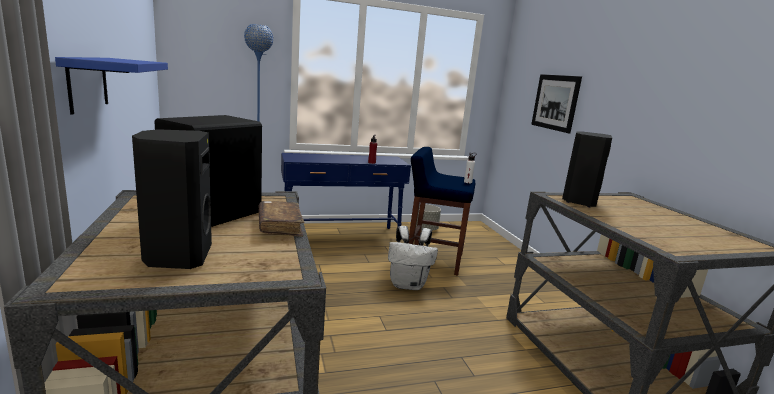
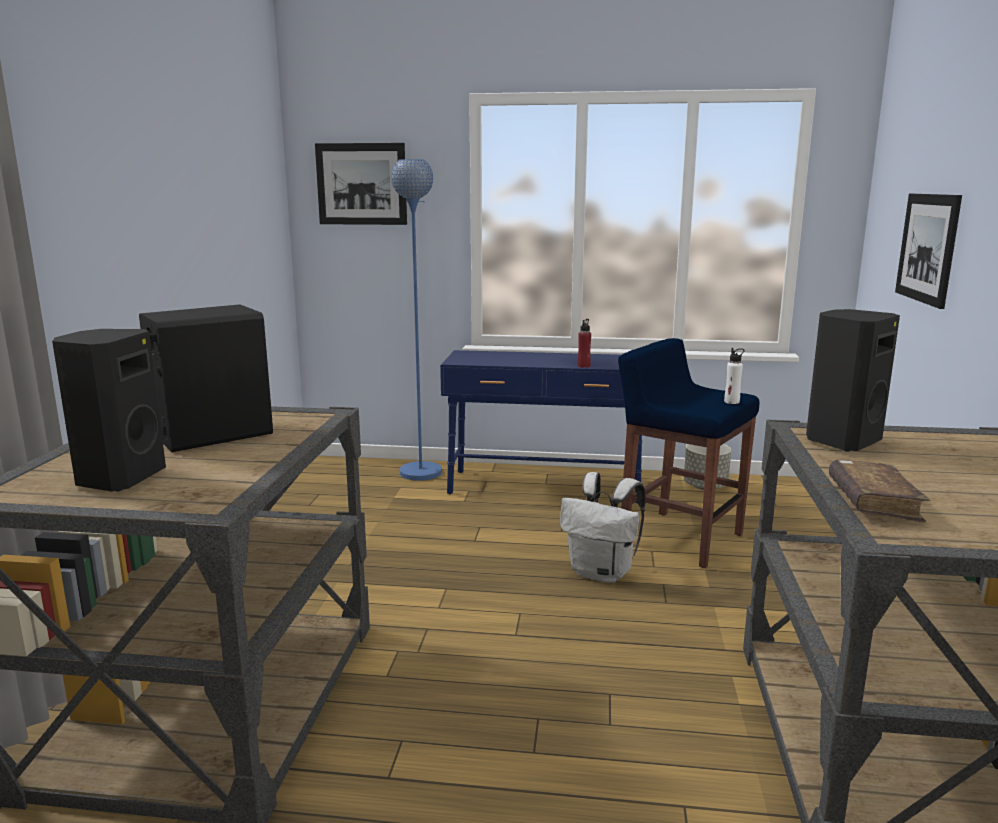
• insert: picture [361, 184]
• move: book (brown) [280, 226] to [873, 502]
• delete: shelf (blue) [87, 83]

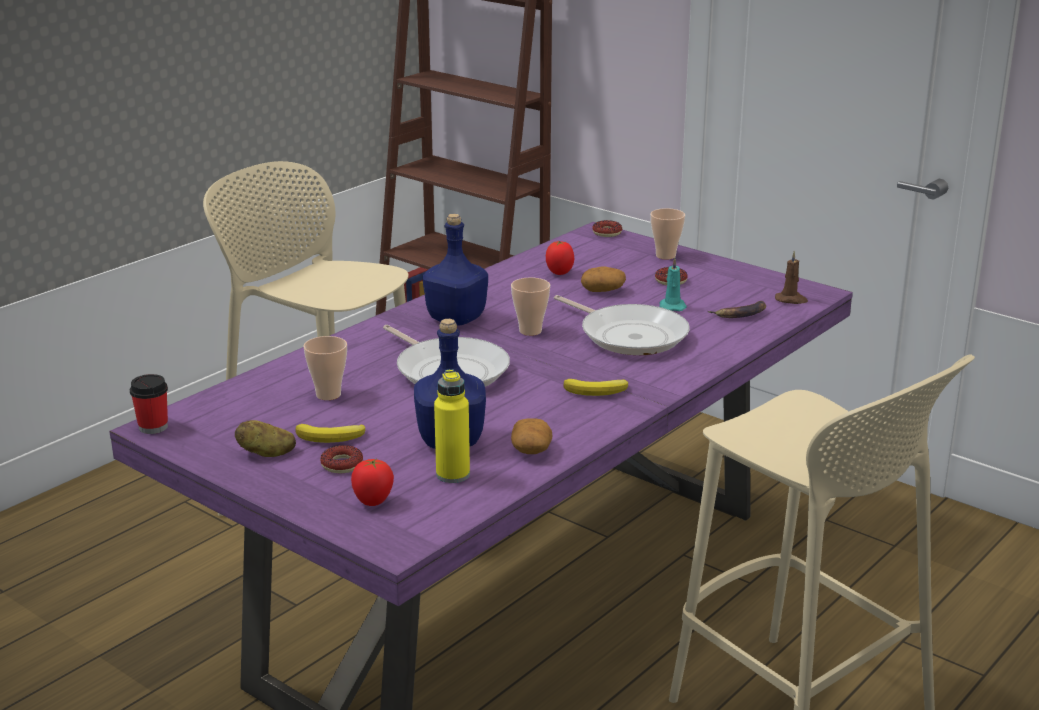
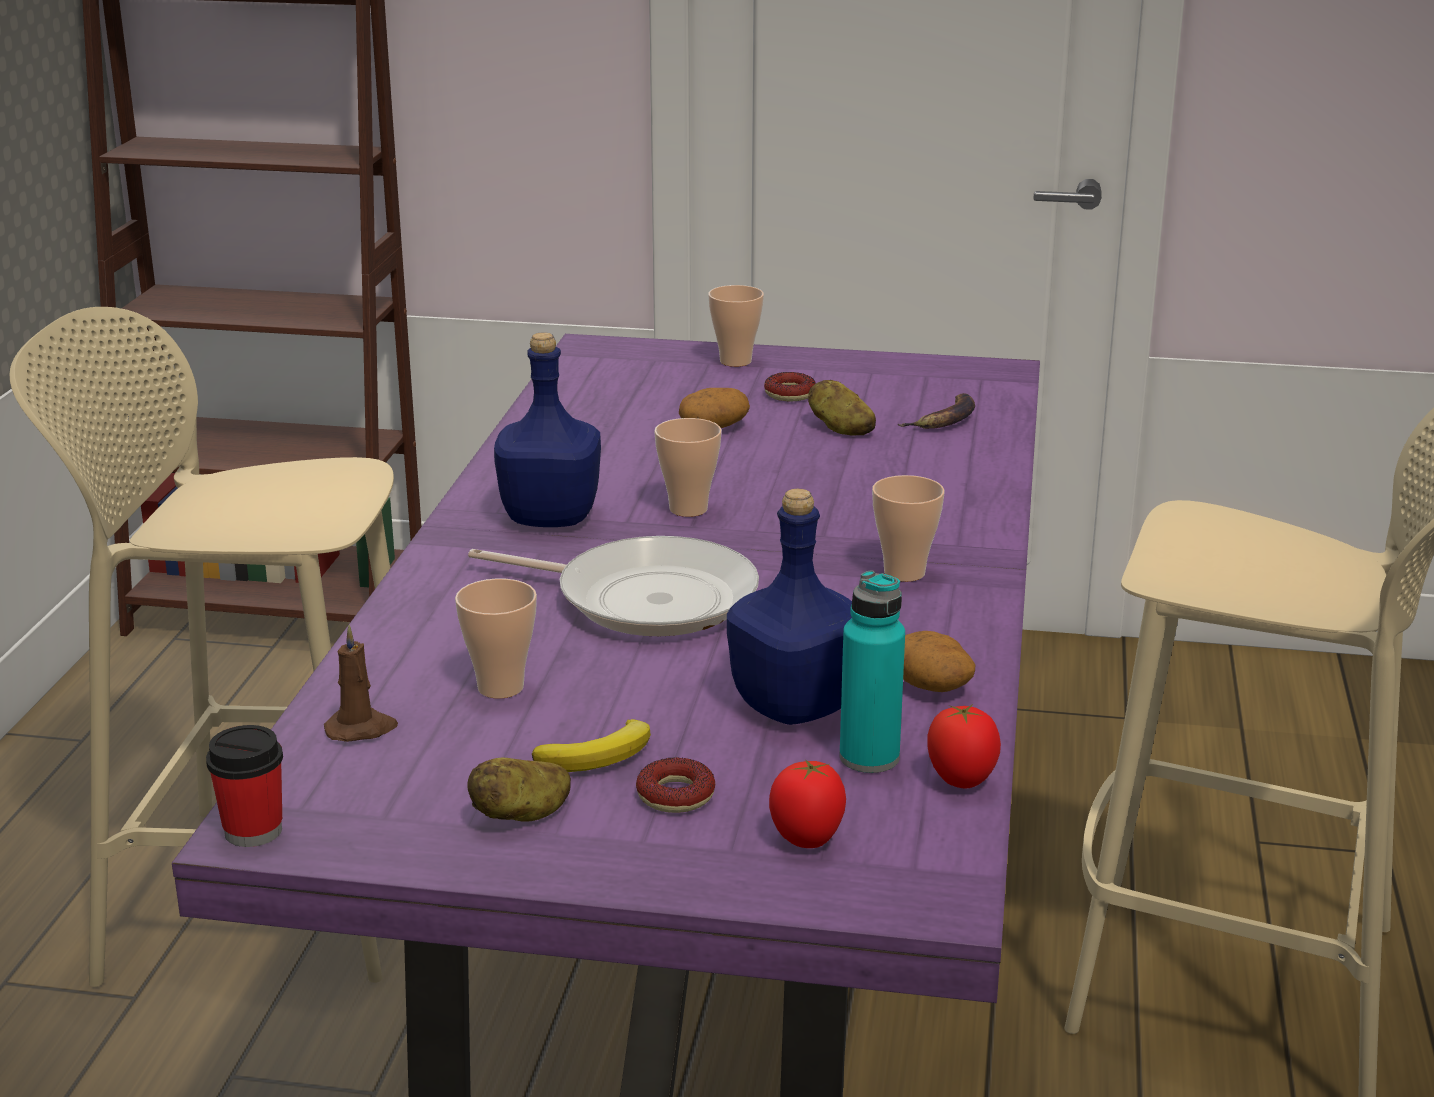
• move: candle (brown) [791, 300] to [361, 729]
• replace: candle (turquoise) [672, 306] to potato [840, 429]
• recolor: bottle (yellow) [453, 475] to bottle (turquoise) [869, 757]
• replace: banana [597, 391] to cup [904, 573]
• move: tomato [559, 273] to [961, 782]
• delete: frying pan [629, 335]
• delete: donut [607, 233]

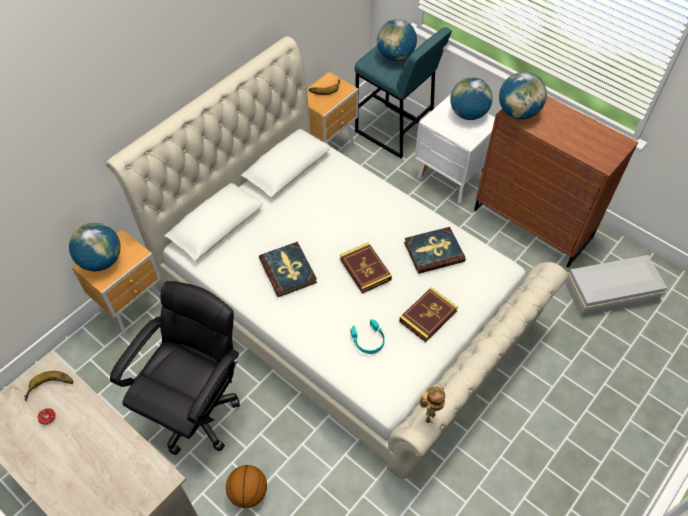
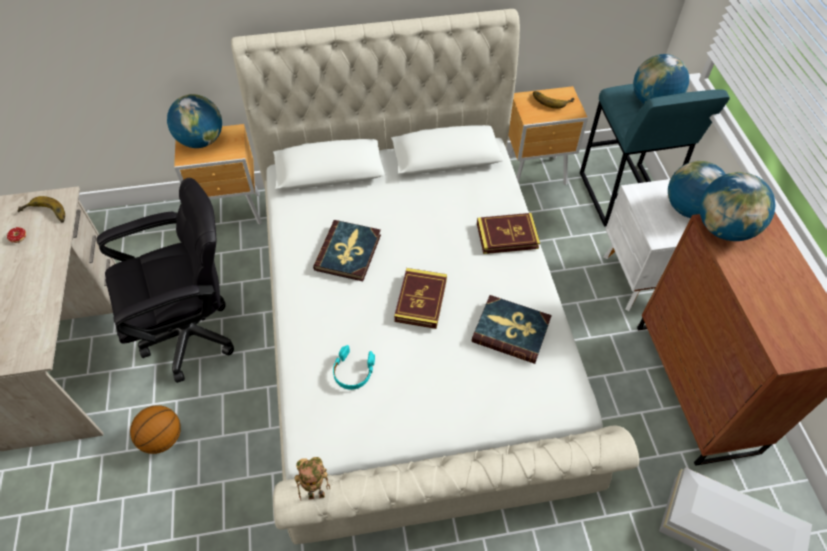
• move: book [428, 316] to [507, 236]

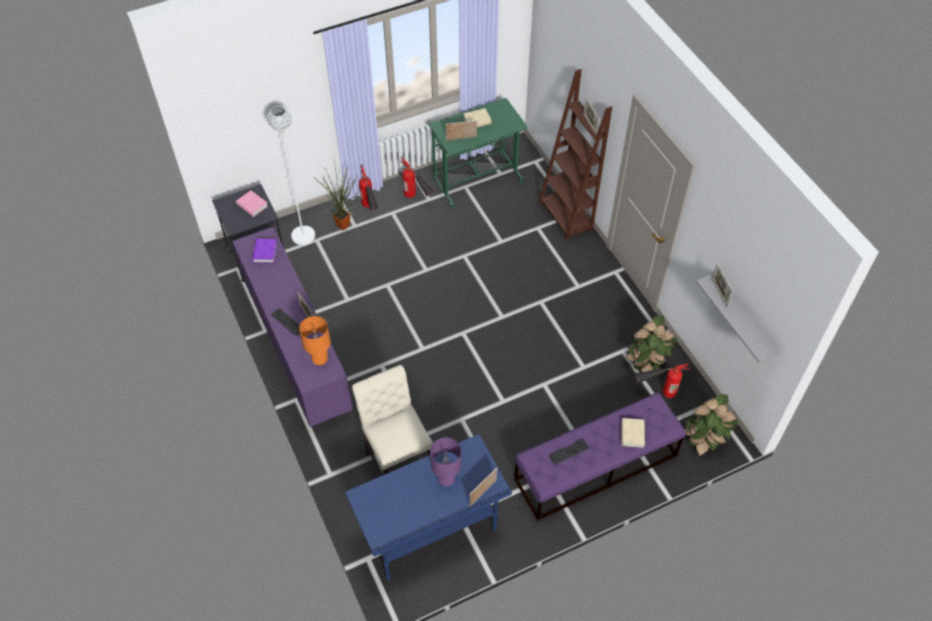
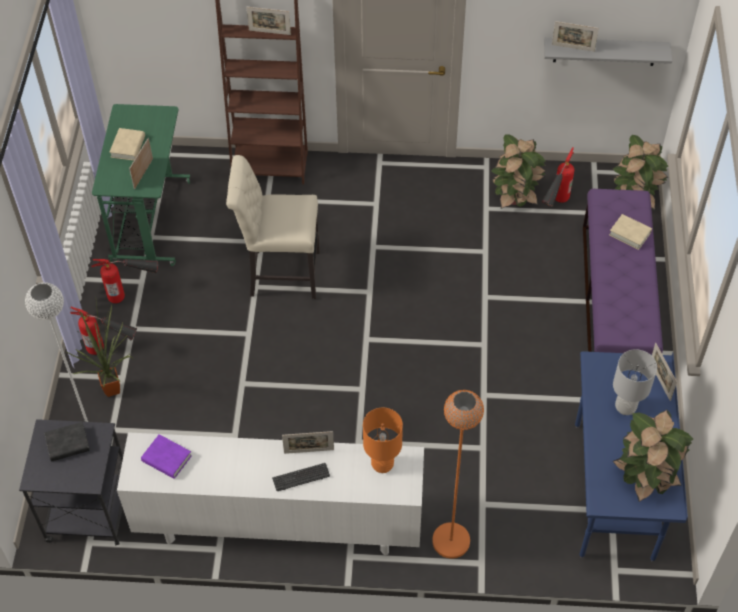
• recolor: book (pink) [252, 205] to book (black) [68, 444]
• recolor: cabinet (purple) [297, 353] to cabinet (white) [279, 526]
• move: stool (beige) [398, 462] to [280, 273]
• insert: floor lamp (orange) [450, 541]
• insert: potted plant [646, 477]
• recolor: table lamp (purple) [446, 479] to table lamp (grey) [625, 408]
• delete: keyboard [568, 452]

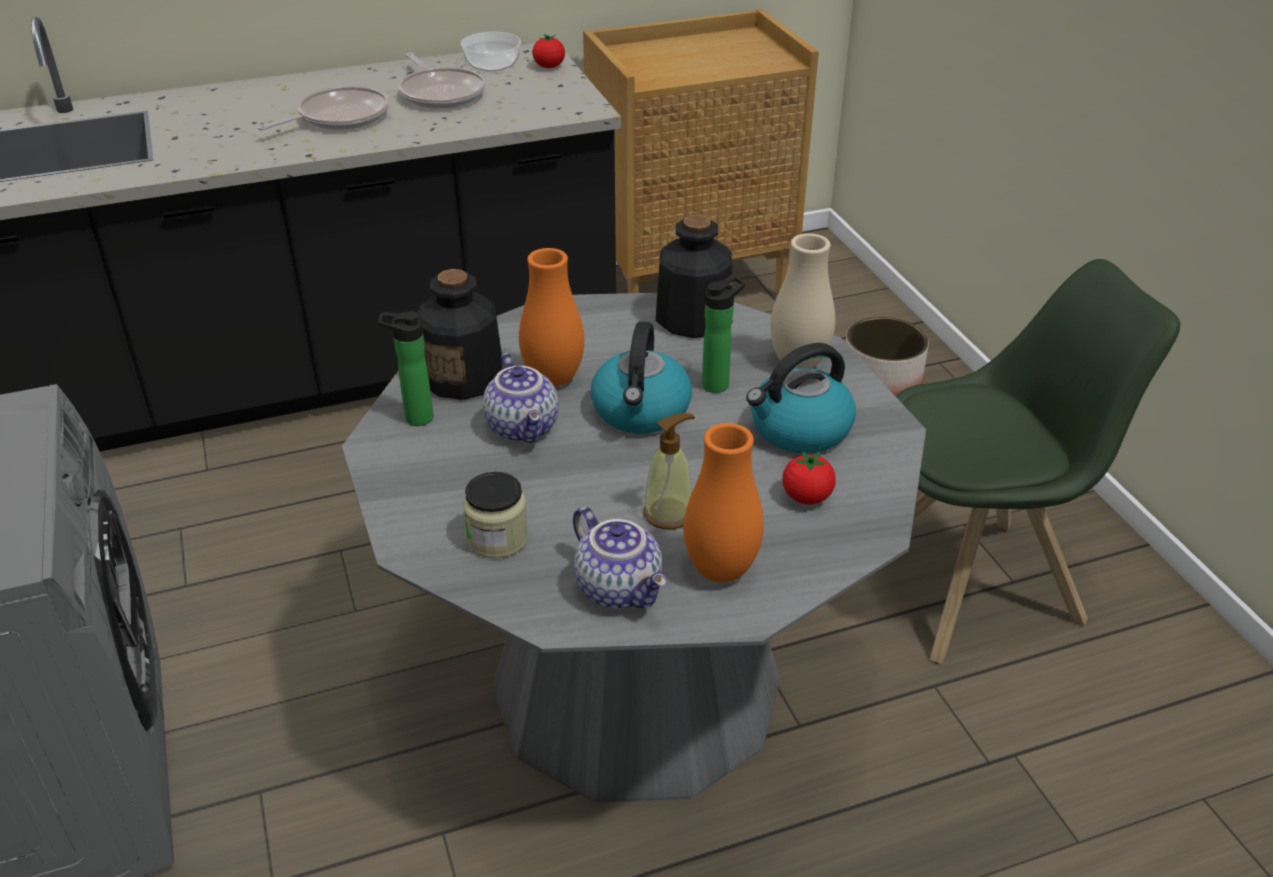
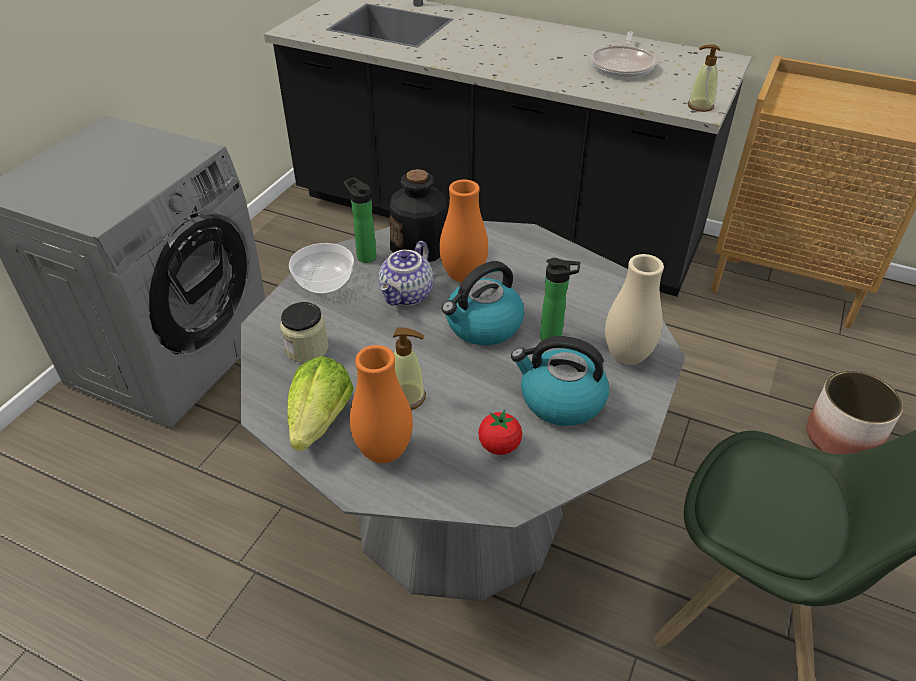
• replace: teapot [621, 588] to lettuce [321, 421]
• move: bowl [491, 65] to [323, 281]
• insert: soap dispenser [700, 106]
• delete: frying pan [339, 118]
• delete: tomato [549, 67]
• delete: bottle [692, 317]

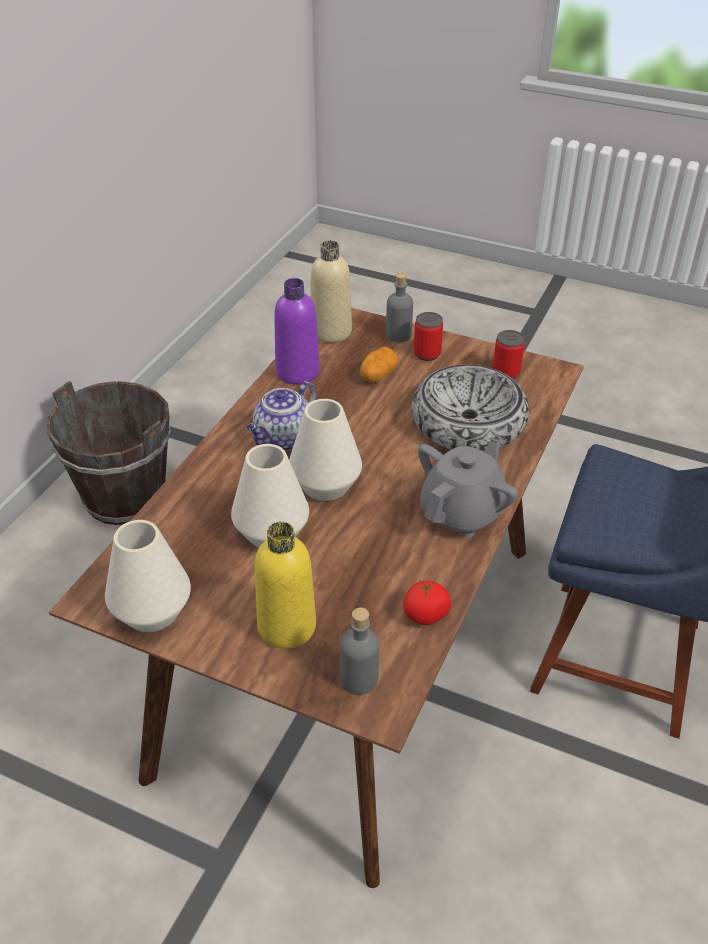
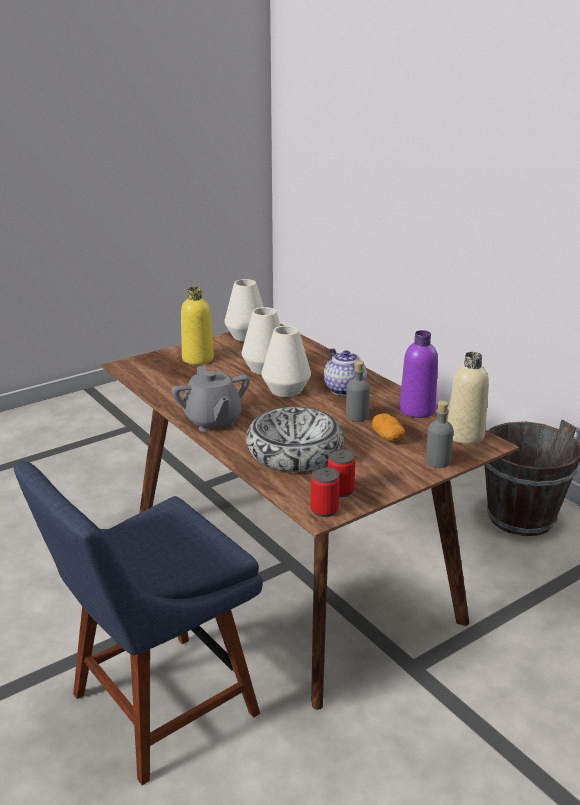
• move: can [427, 354] to [324, 510]
• move: bottle (grey) [359, 679] to [356, 416]
• delete: tomato [426, 615]

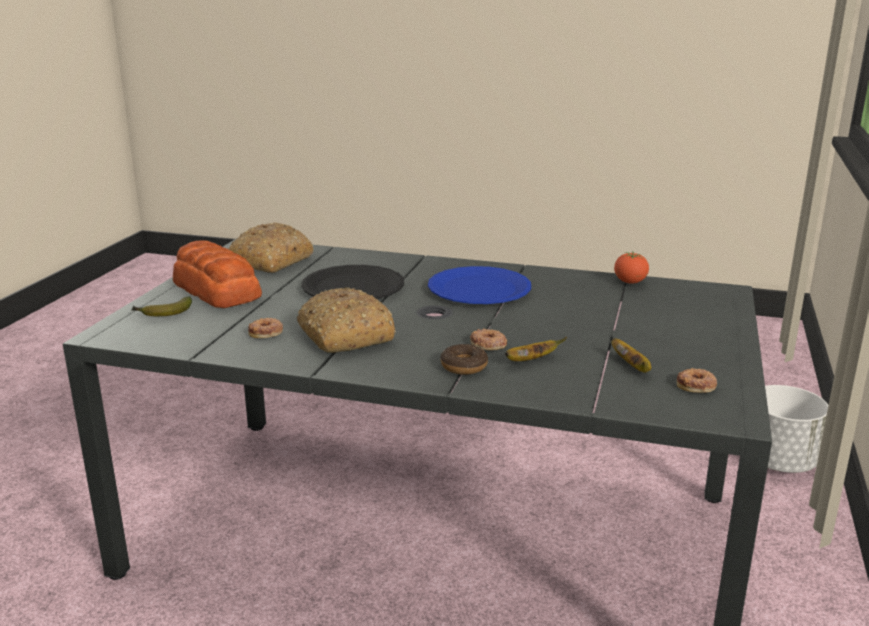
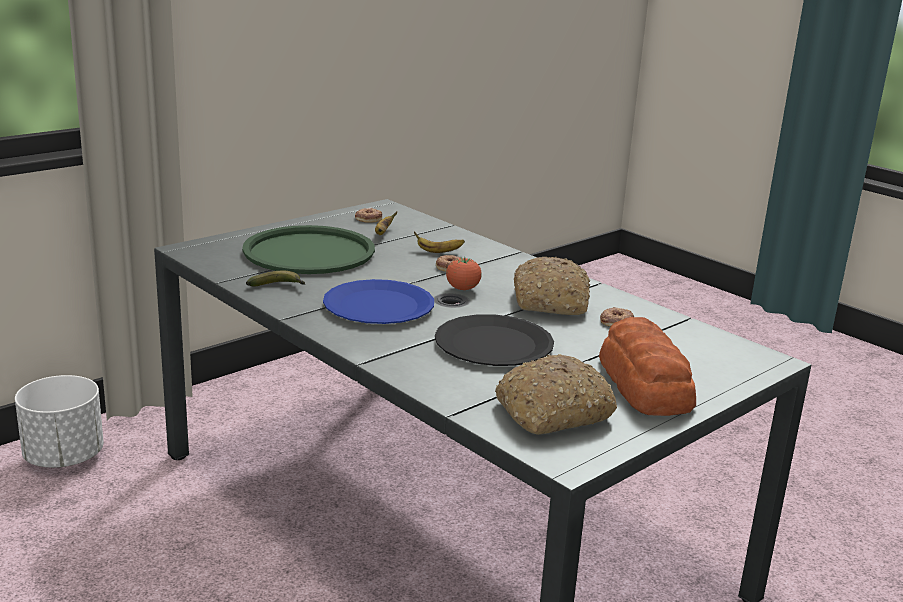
• insert: tray (green) [309, 252]
• move: banana [163, 313] to [278, 286]
• move: tomato [630, 282] to [463, 289]
• delete: donut [464, 366]

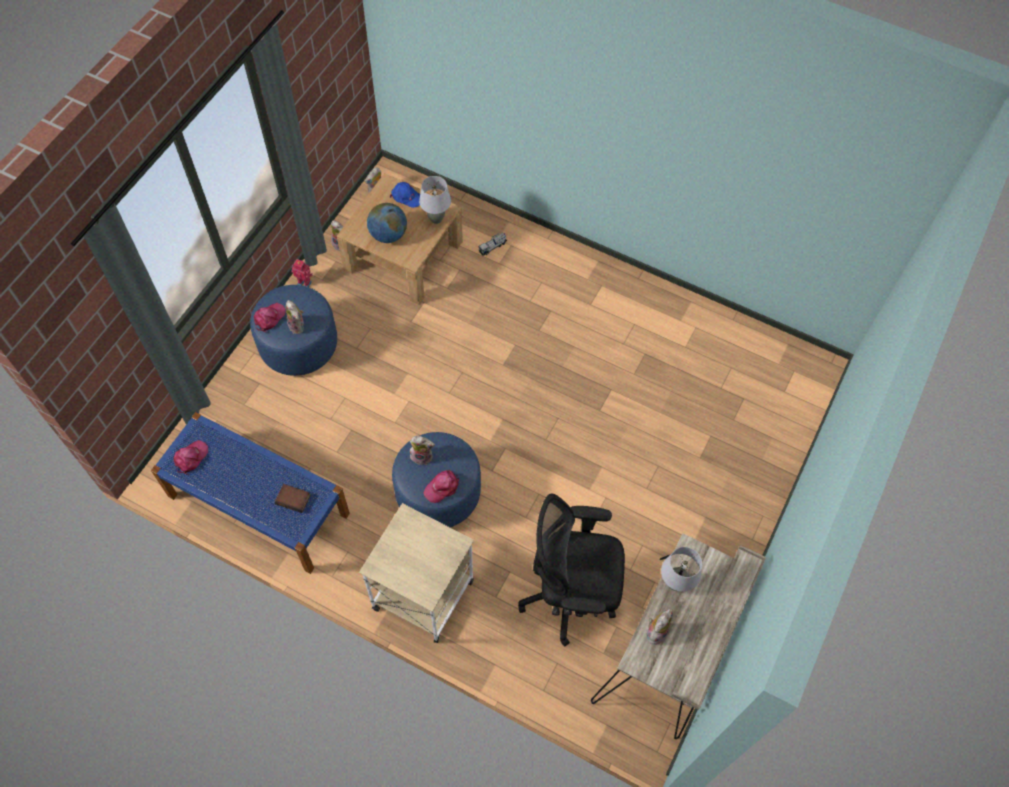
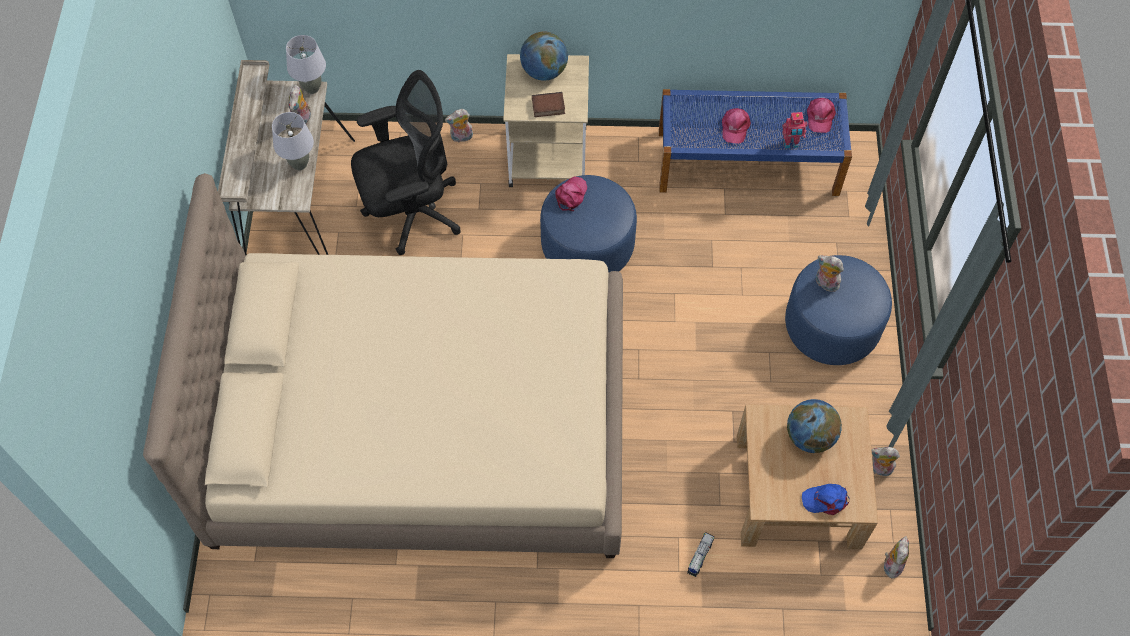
• insert: bed (beige) [421, 424]
• move: table lamp (grey) [436, 219] to [312, 88]
• move: plush toy [422, 456] to [461, 138]
• insert: globe [544, 71]
• move: book [294, 499] to [548, 107]
• move: cap (pink) [269, 318] to [734, 127]
• move: toy robot [305, 283] to [791, 144]

